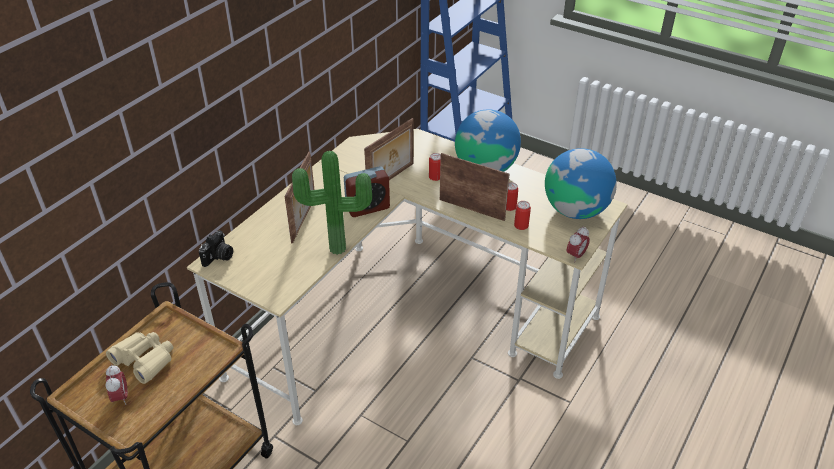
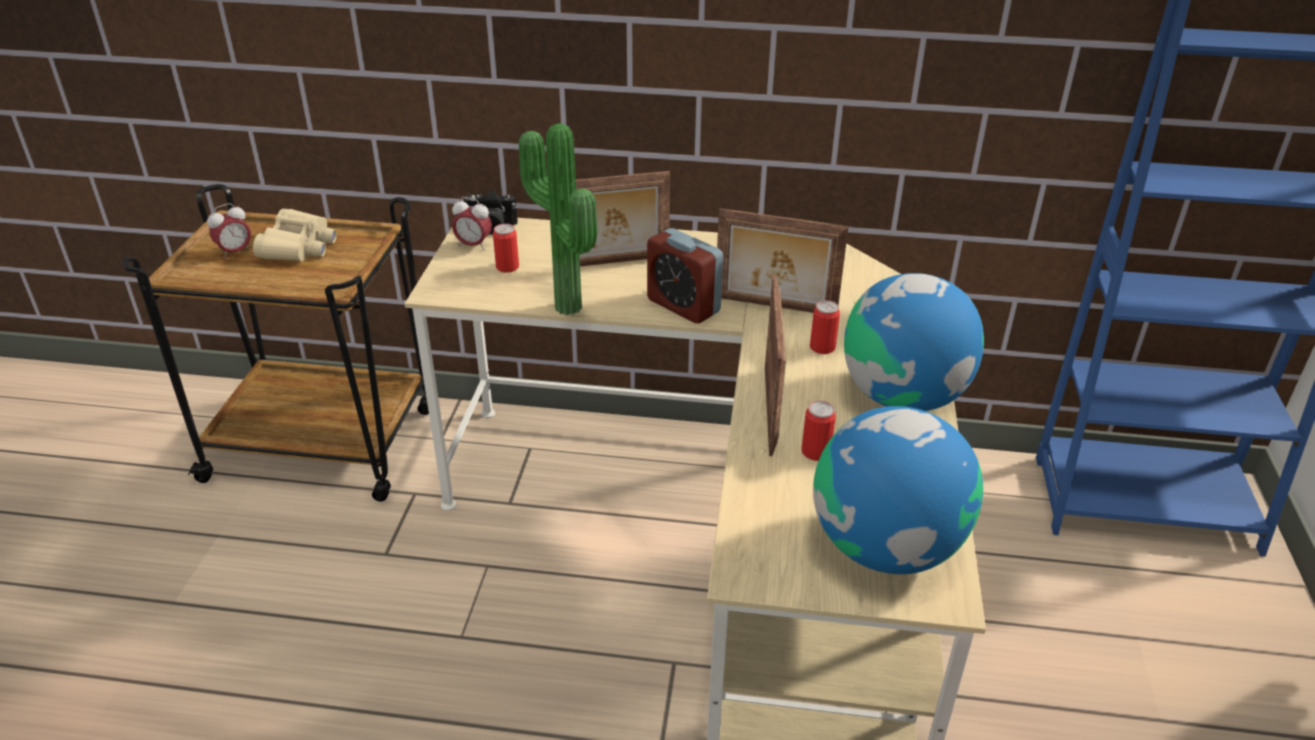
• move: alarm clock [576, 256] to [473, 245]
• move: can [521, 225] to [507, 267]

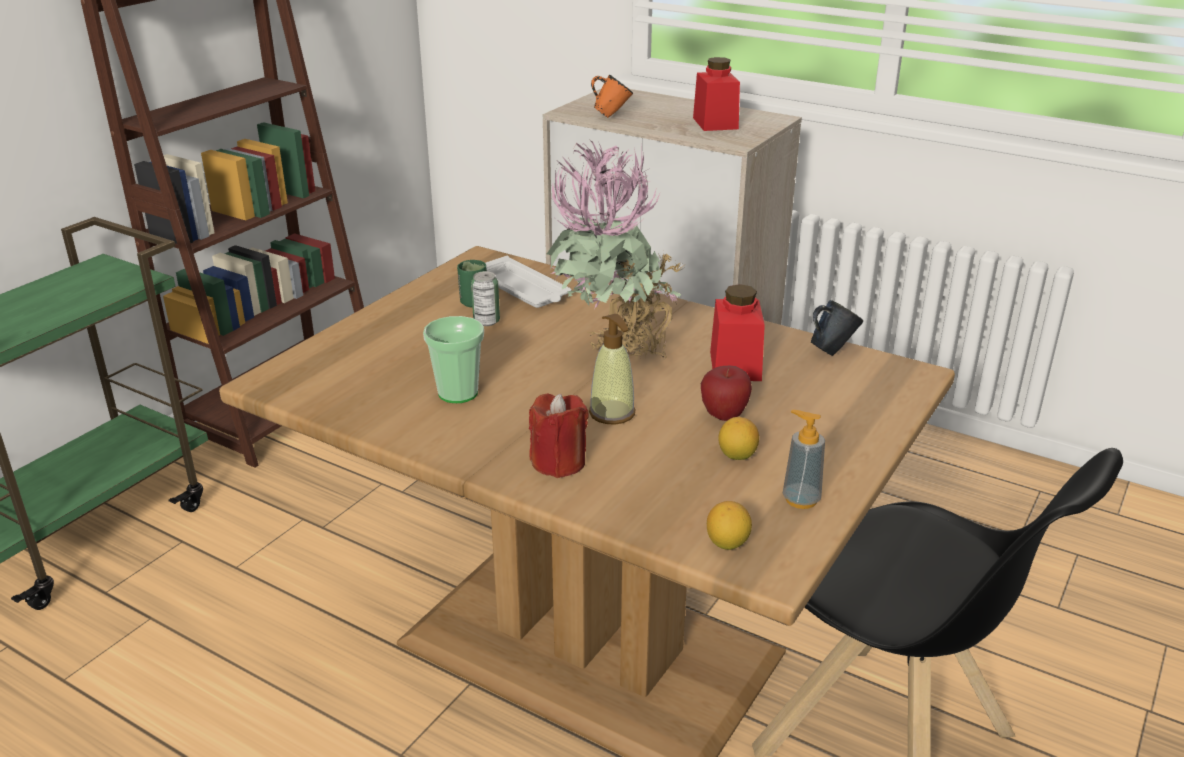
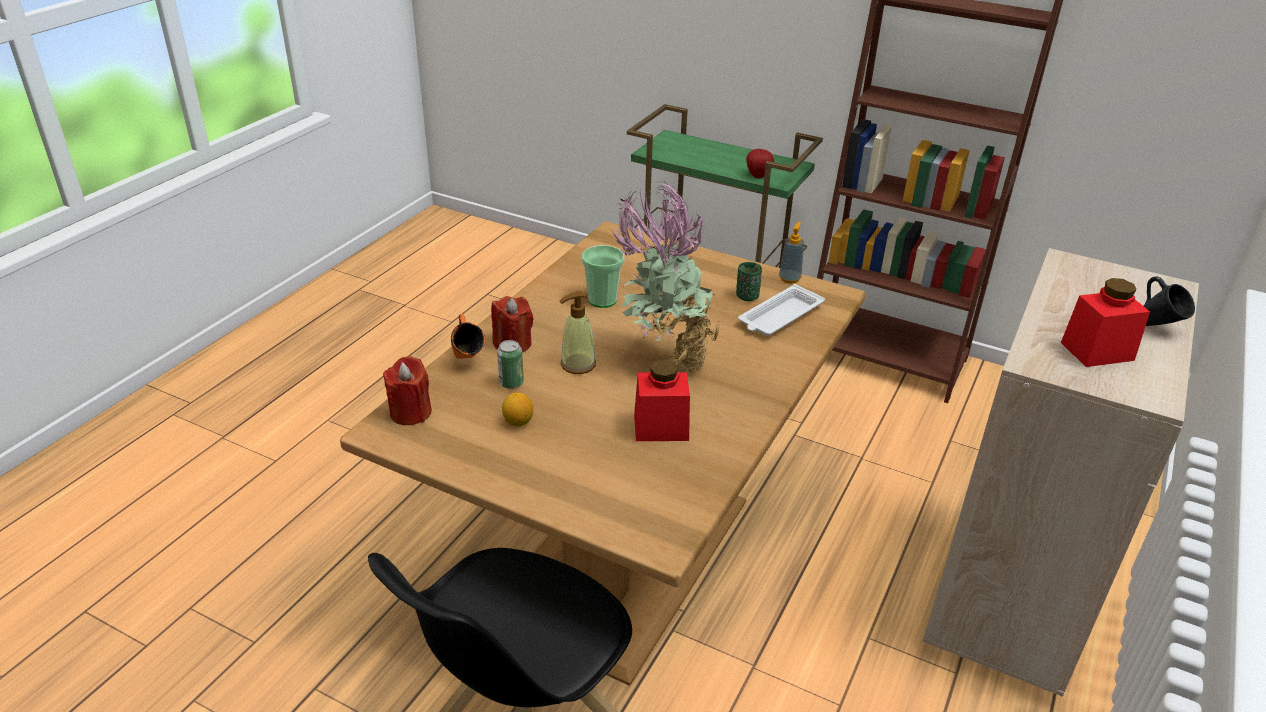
• replace: lemon [727, 543] to candle (red) [410, 412]
• move: mug (orange) [611, 116] to [468, 361]
• move: can [486, 321] to [511, 383]
• move: apple [724, 416] to [758, 176]
• move: soap dispenser [801, 499] to [789, 279]
• move: mug (blue) [831, 350] to [1157, 327]

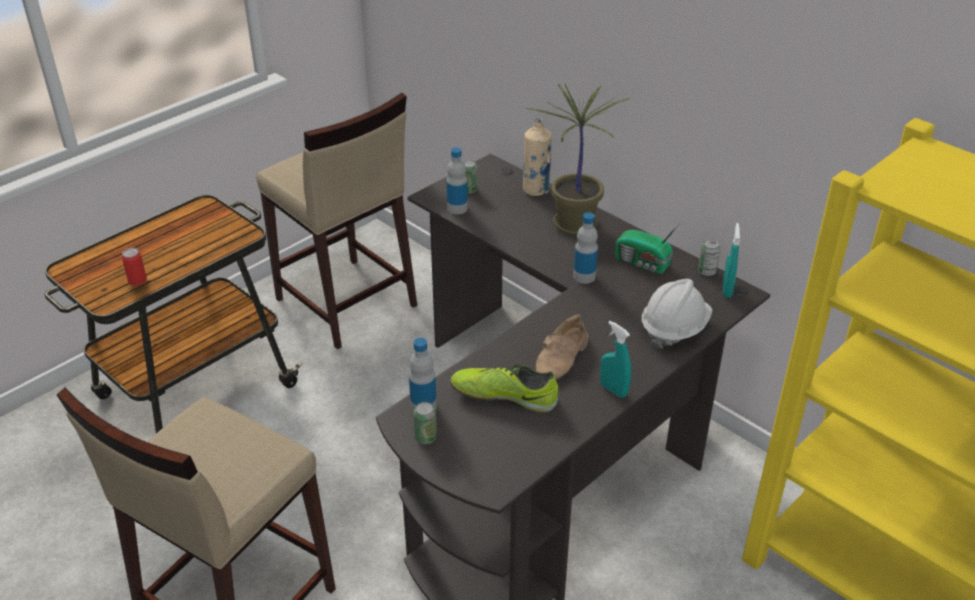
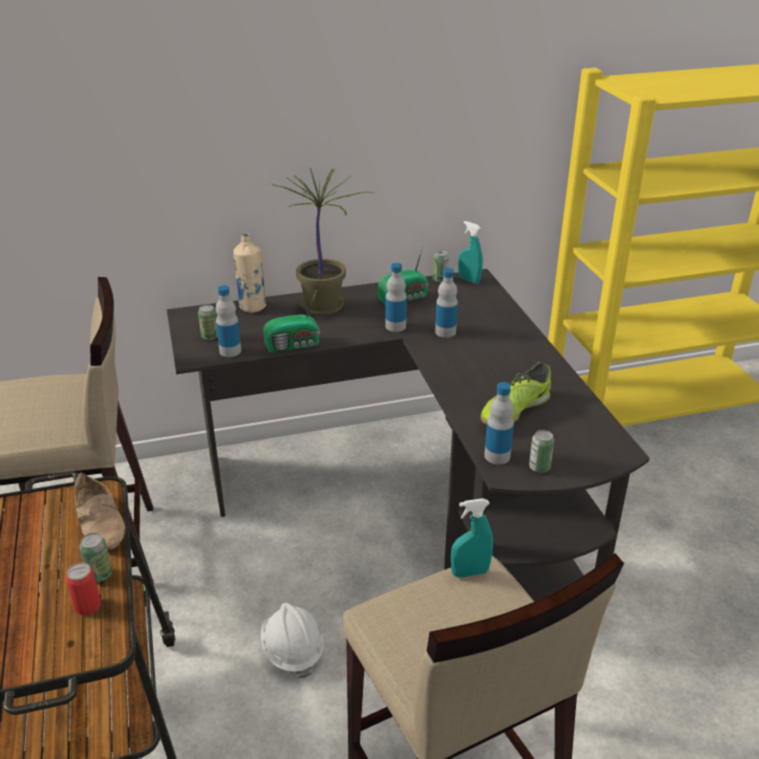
• move: shoe (beige) [563, 358] to [102, 521]
• insert: can [100, 574]
• move: hard hat (white) [674, 328] to [292, 650]
• insert: radio [294, 345]
• insert: bottle [445, 332]
• move: spray bottle (turquoise) [613, 390] to [470, 572]

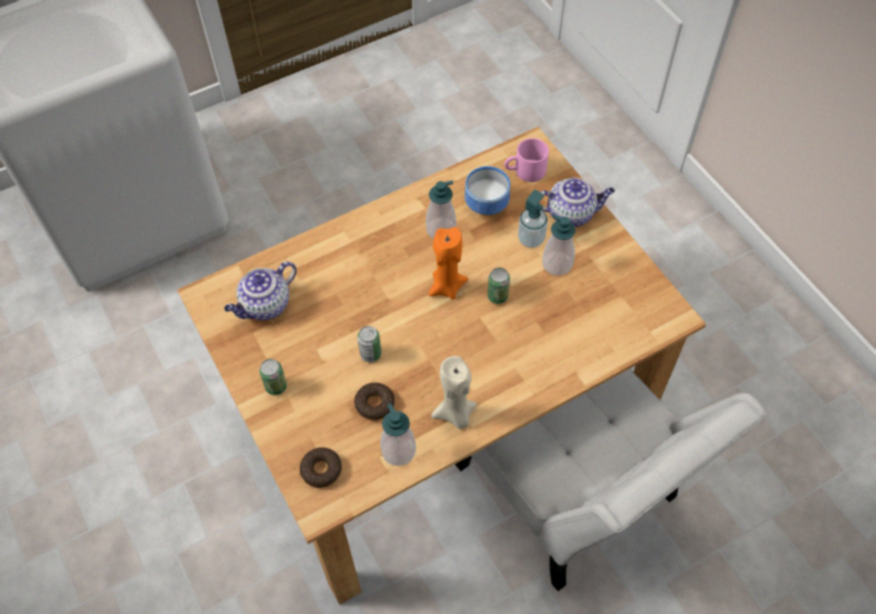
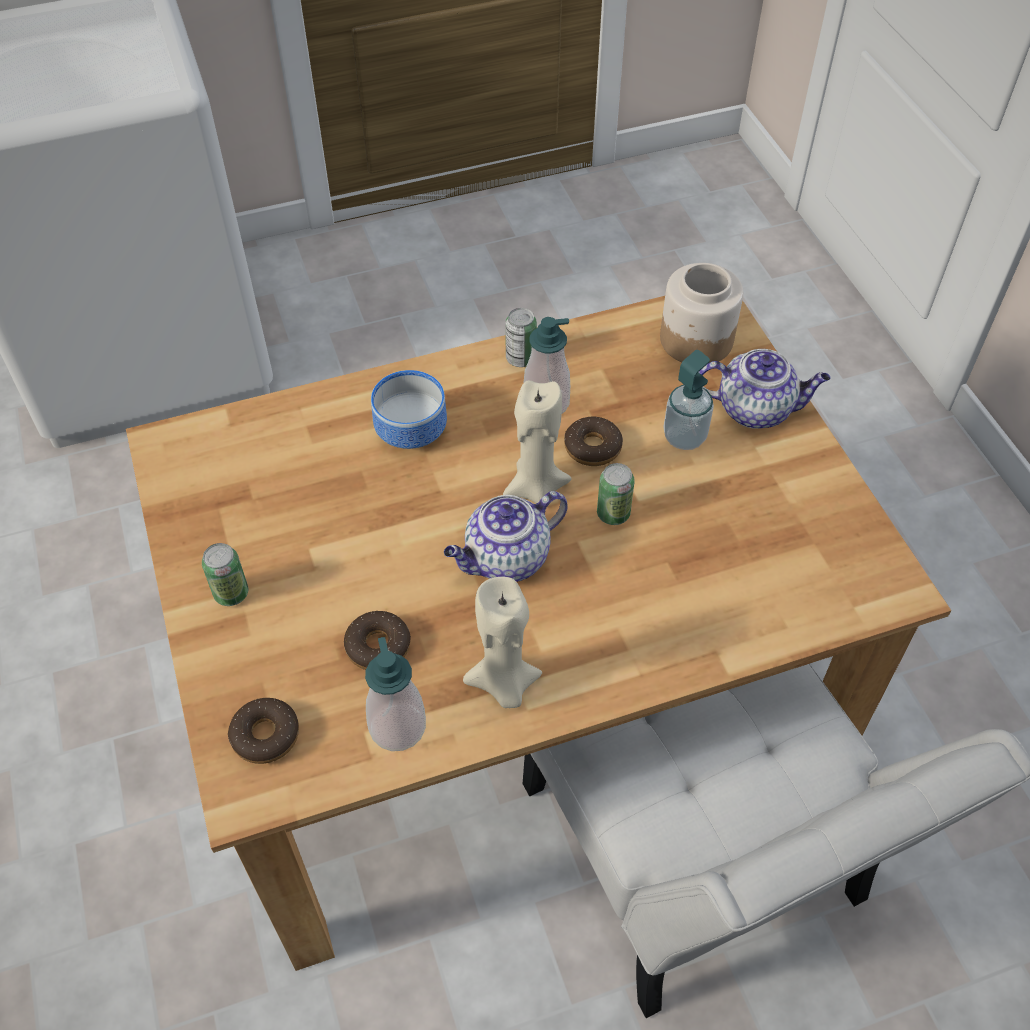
• move: bowl [485, 204] to [409, 433]
• move: teapot [265, 306] to [506, 560]
• recolor: candle (orange) [446, 287] to candle (beige) [535, 487]
• move: can [370, 354] to [520, 358]
• insert: donut [592, 447]
• replace: mug (pink) [525, 171] to jar [695, 339]
• delete: soap dispenser [557, 264]

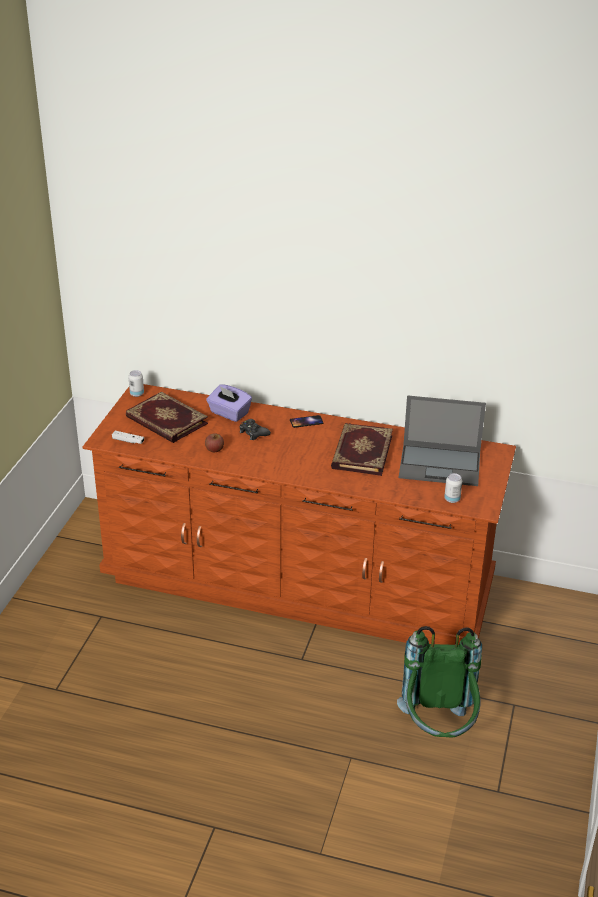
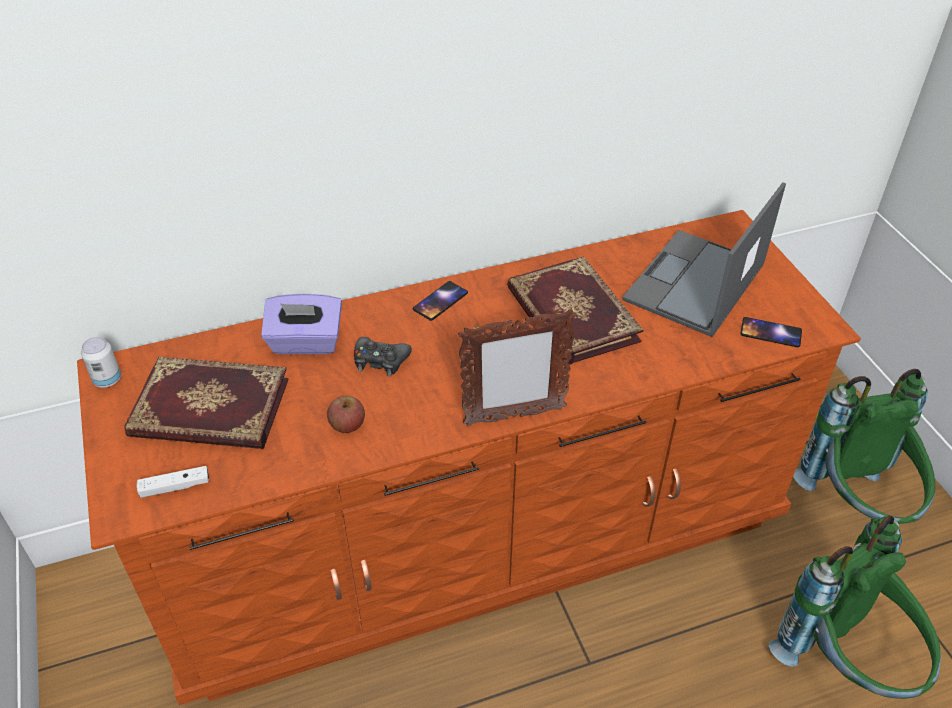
• insert: picture frame [513, 417]
• rotate: laptop [441, 465] = [694, 284] 150 degrees clockwise
• replace: can [452, 499] to phone [770, 333]
• insert: backpack (green) [857, 506]

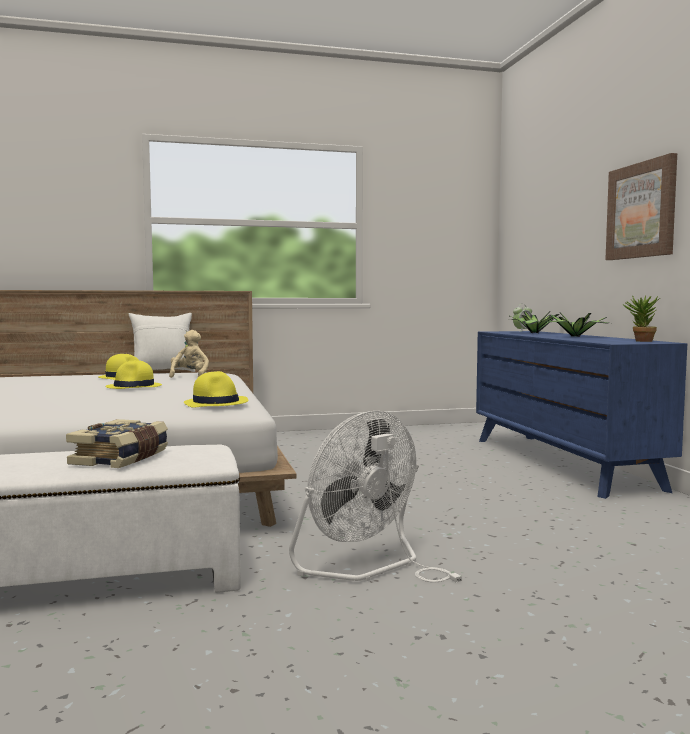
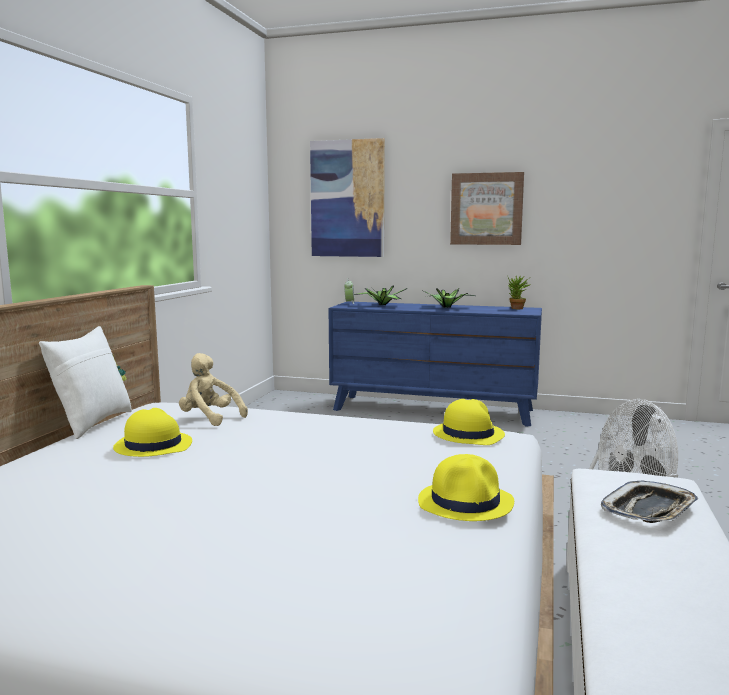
• insert: picture [347, 199]
• move: hat (yellow) [134, 387] to [466, 502]
• replace: book [122, 458] to tray [649, 510]

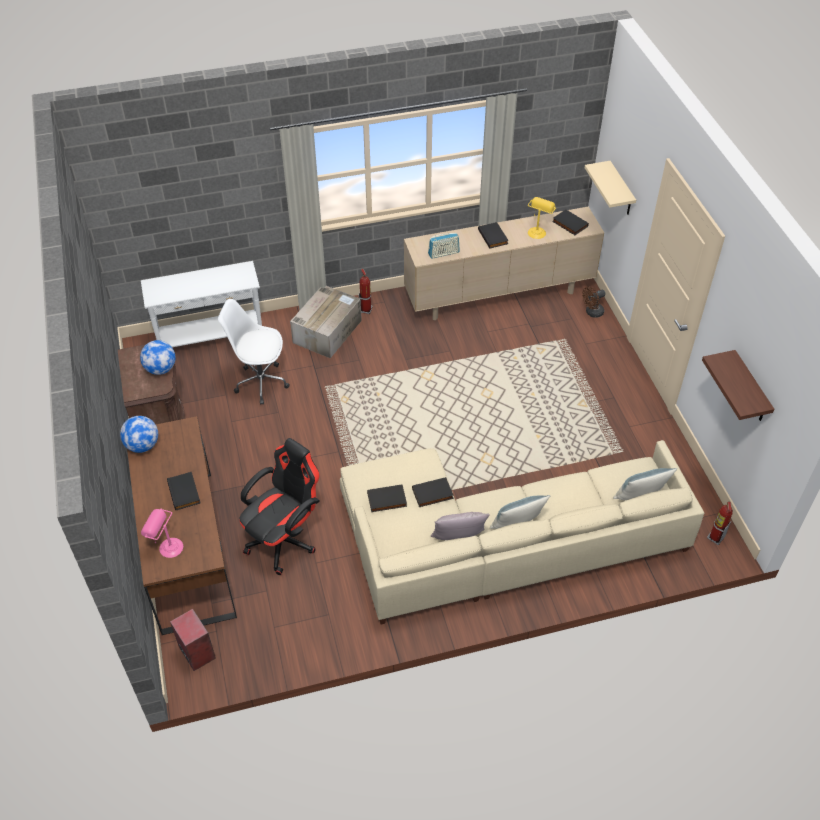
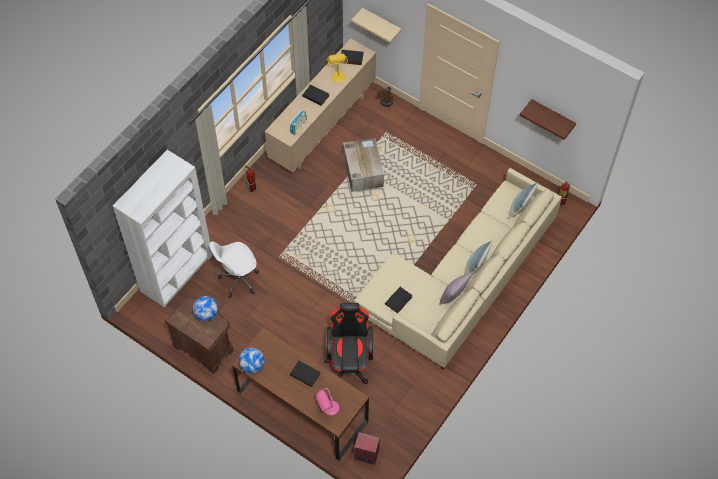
• replace: console table (white) [212, 338] to bookcase (white) [176, 272]
• move: cardboard box [327, 331] to [363, 170]
• delete: book (black) [432, 494]

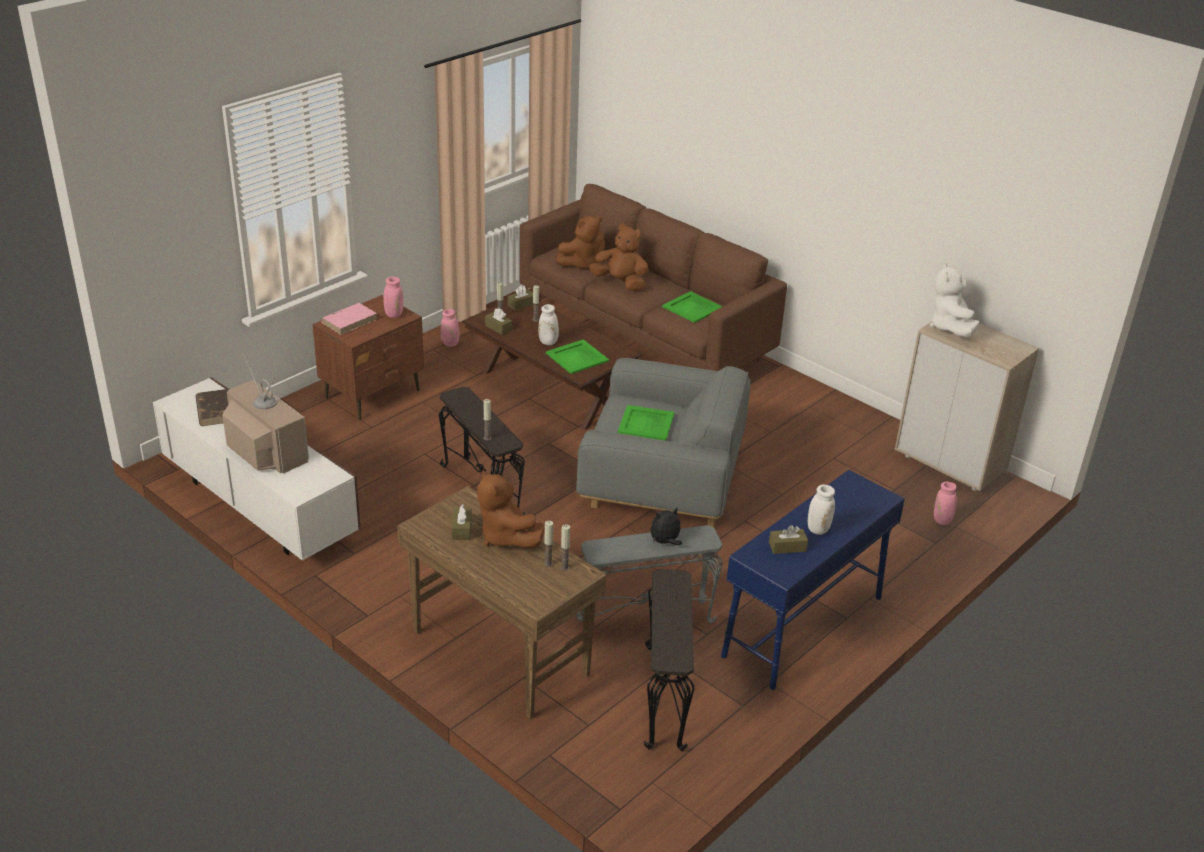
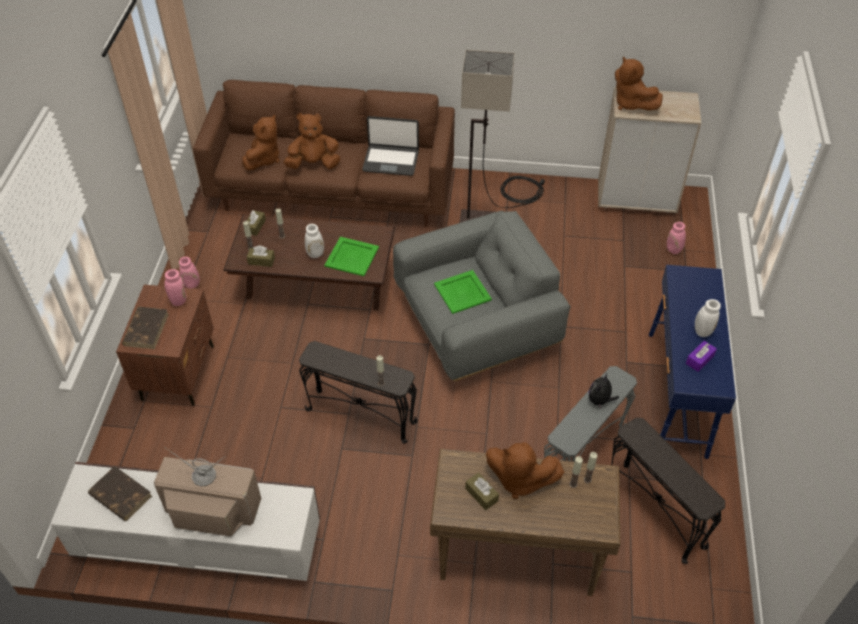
• recolor: book (pink) [349, 321] to book (brown) [146, 329]
• replace: tray (green) [692, 307] to laptop [391, 161]
• insert: floor lamp [503, 205]
• recolor: plush toy (white) [950, 328] to plush toy (brown) [631, 104]
• recolor: tissue box (brown) [787, 547] to tissue box (purple) [699, 360]

